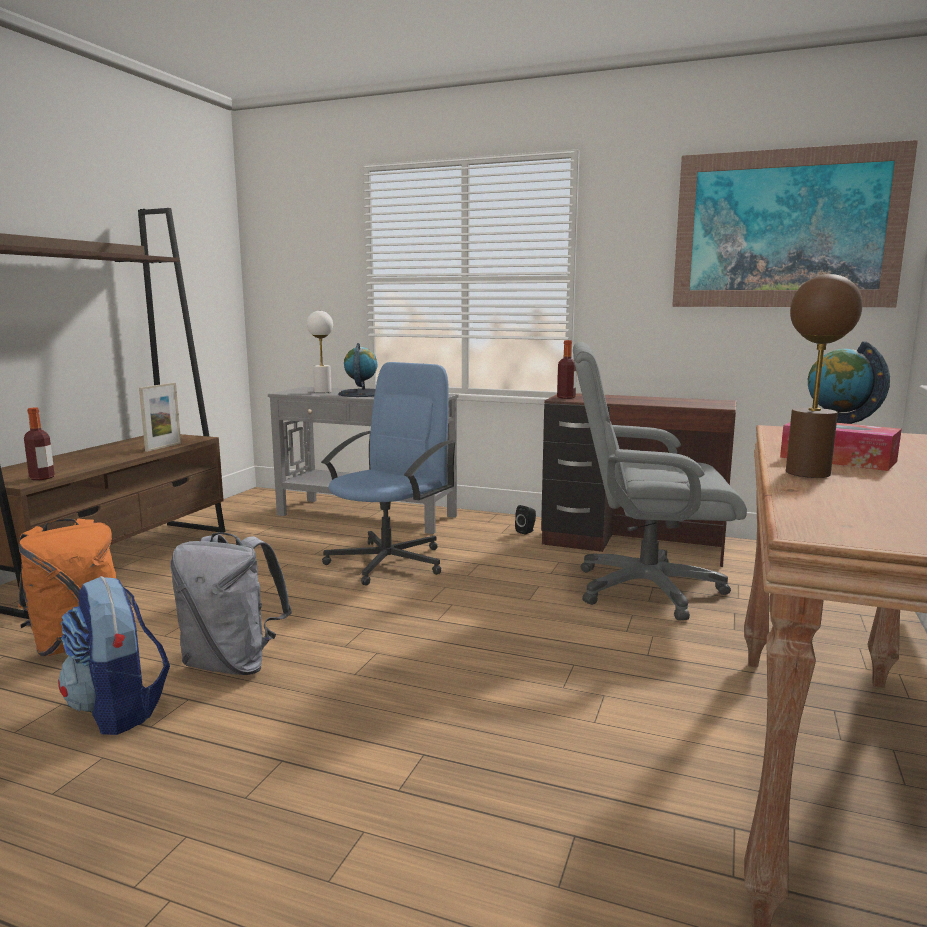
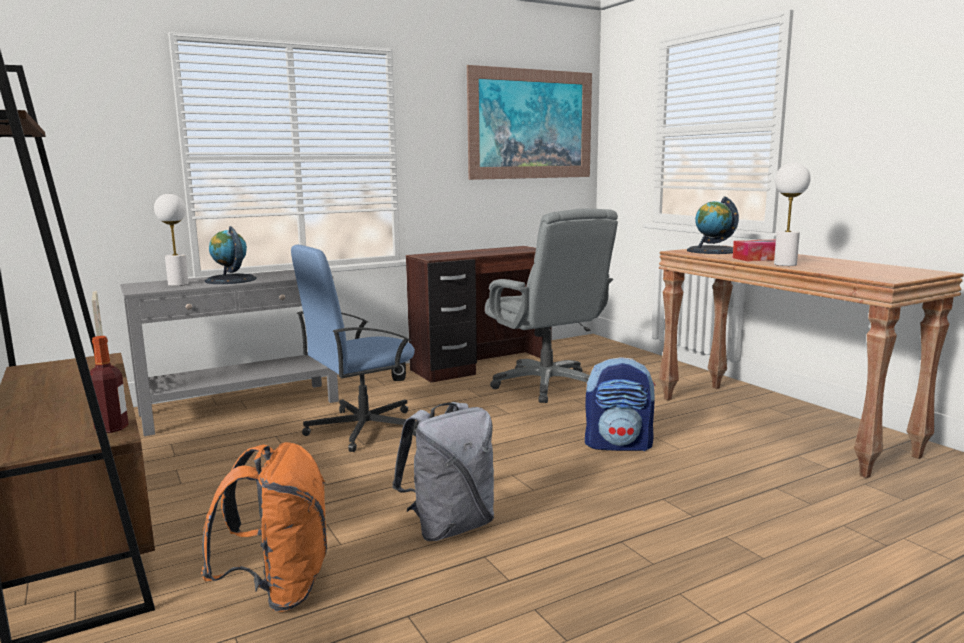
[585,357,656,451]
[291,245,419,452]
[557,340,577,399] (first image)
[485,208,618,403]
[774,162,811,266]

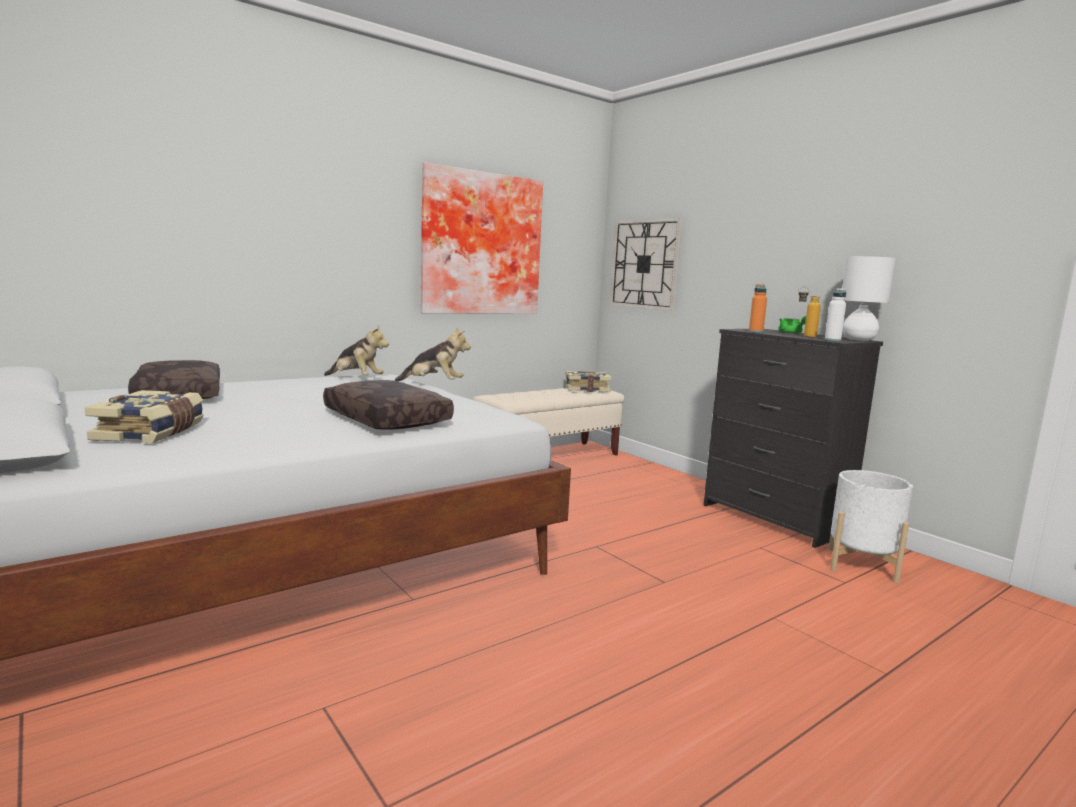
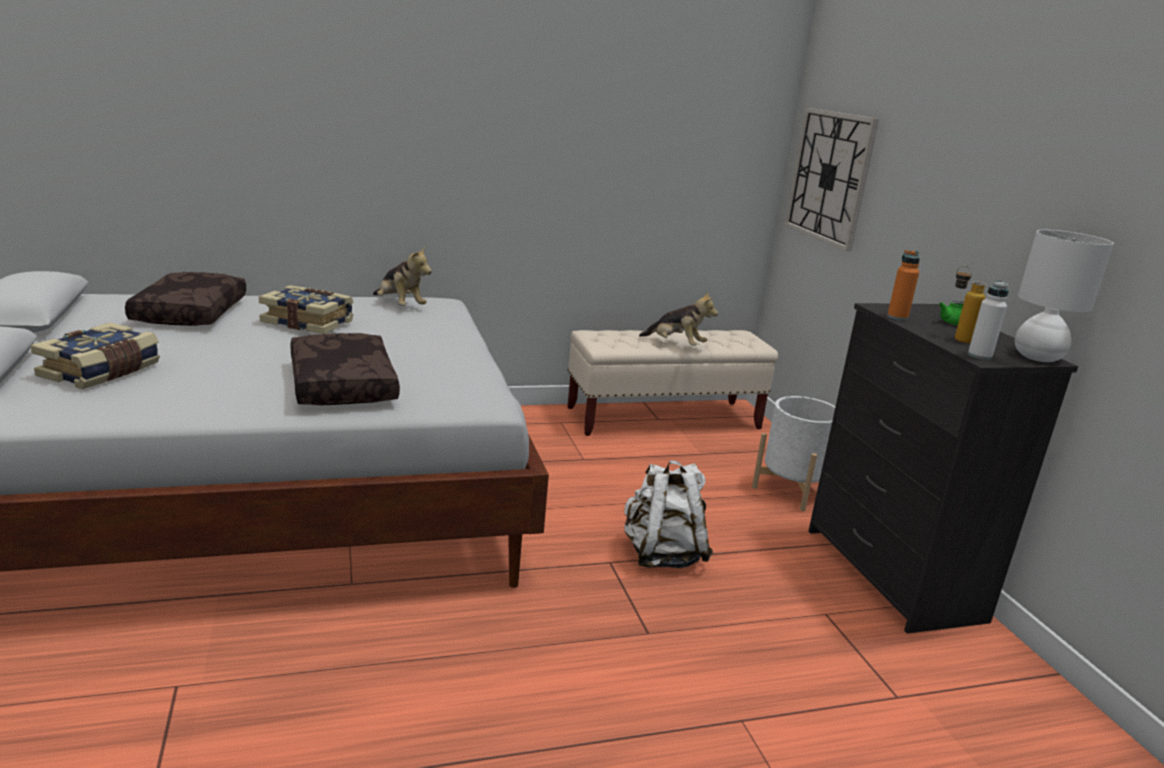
[639,291,718,346]
[421,162,543,314] (first image)
[259,285,354,334]
[752,396,836,511]
[624,460,713,568]

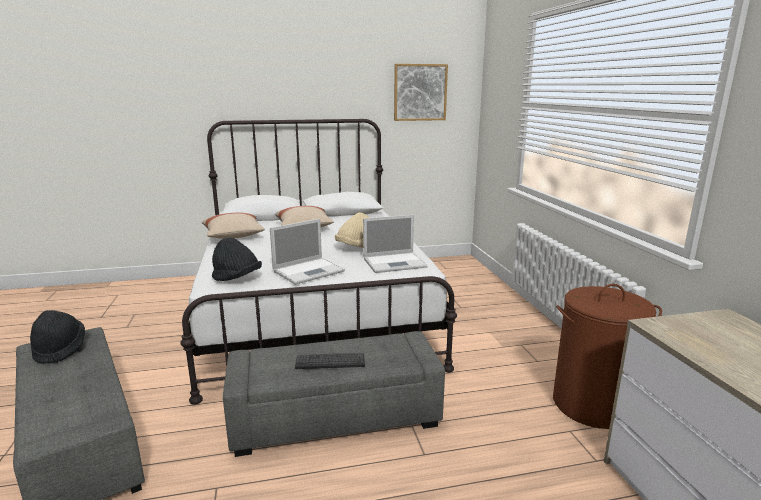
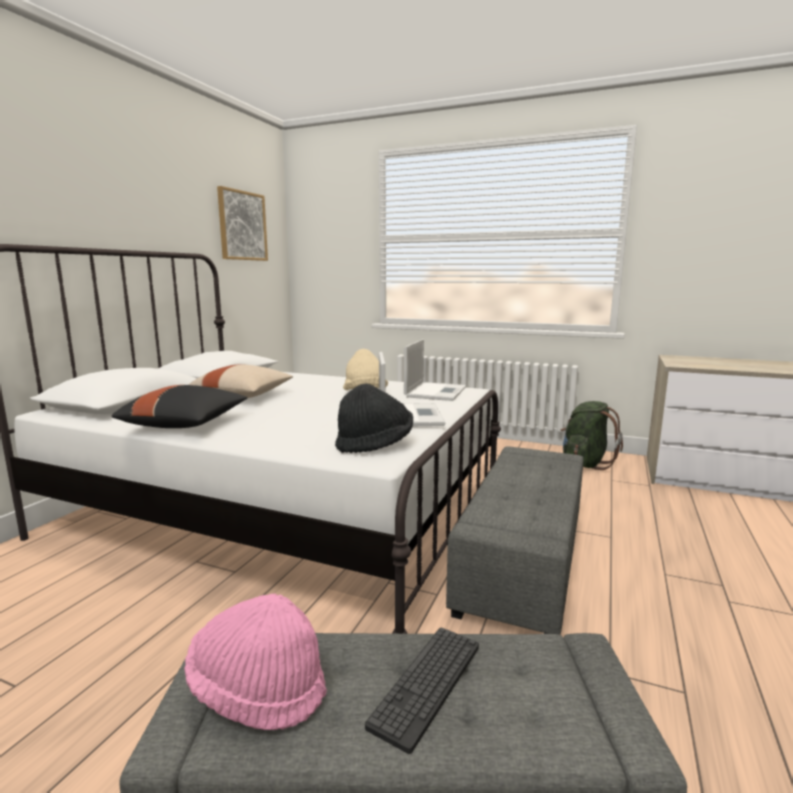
[184,594,327,730]
[112,385,247,428]
[365,627,479,754]
[560,401,623,470]

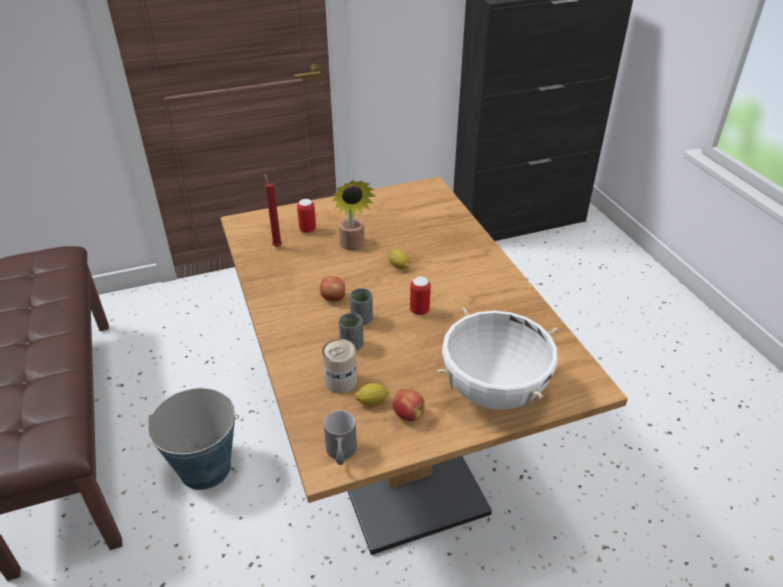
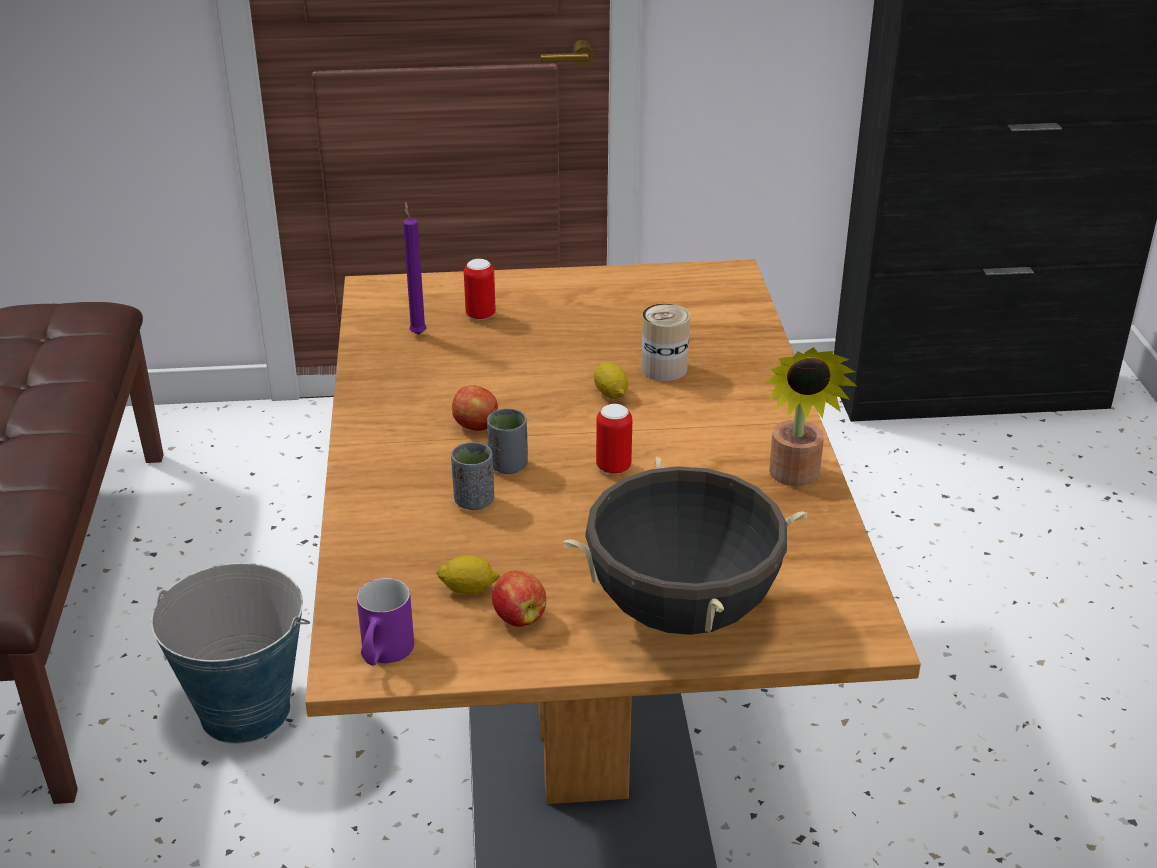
[403,202,427,335]
[641,303,690,381]
[357,578,414,666]
[765,347,858,487]
[563,456,807,635]

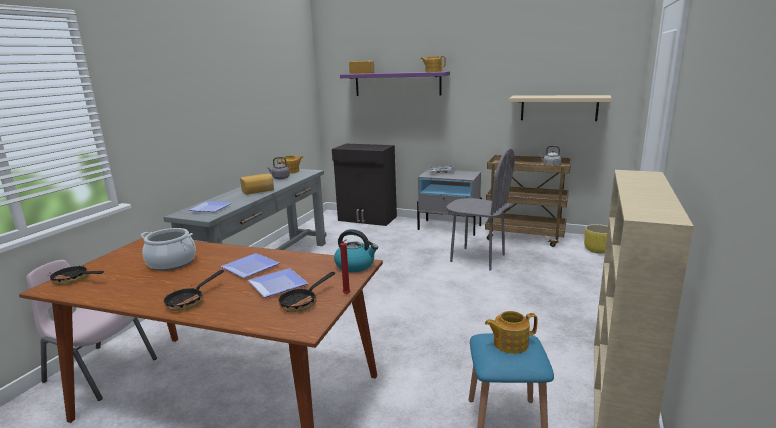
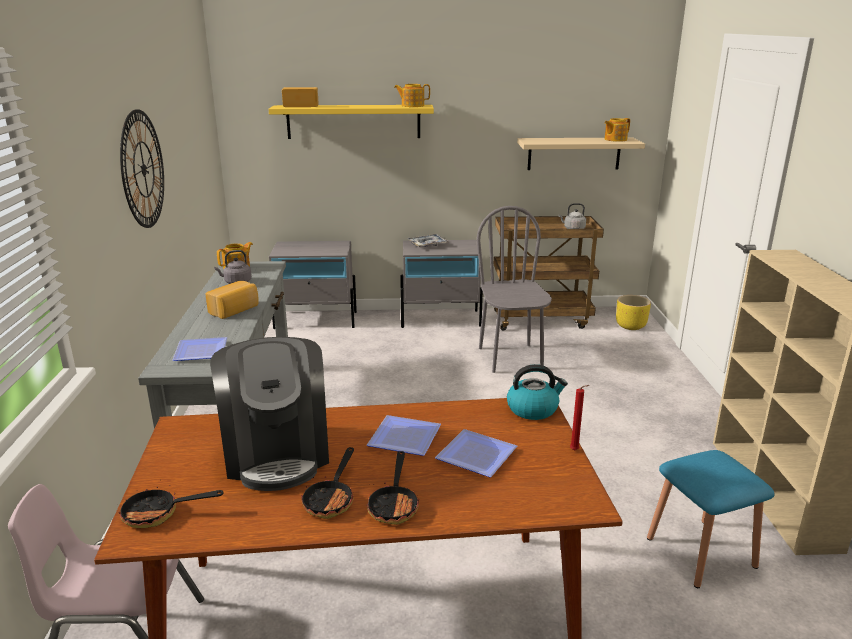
[210,337,329,491]
[301,447,354,519]
[269,241,357,329]
[269,105,434,139]
[476,206,552,373]
[604,118,630,142]
[120,109,164,228]

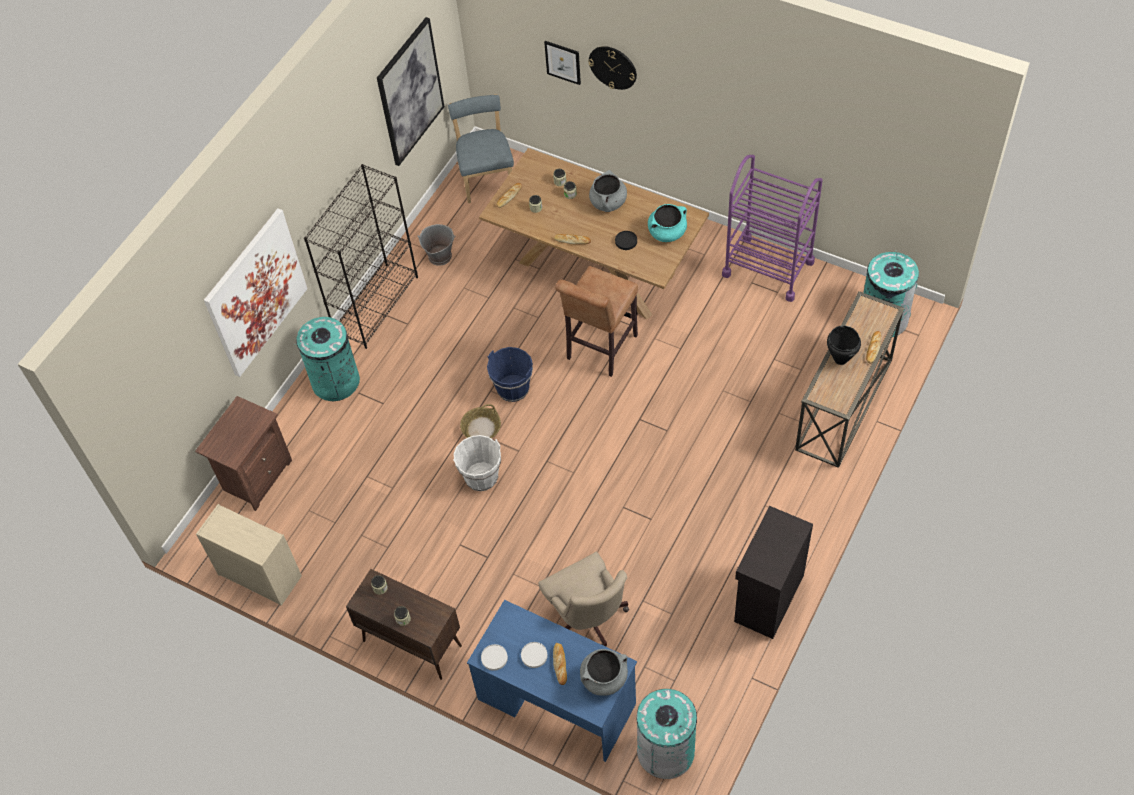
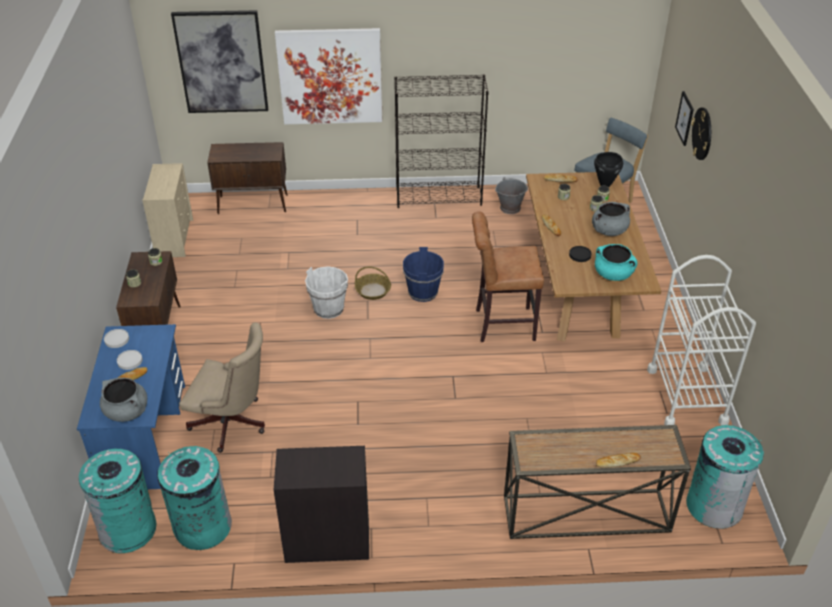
[207,142,288,214]
[157,446,232,550]
[171,10,268,113]
[179,322,265,453]
[647,255,756,425]
[594,152,623,187]

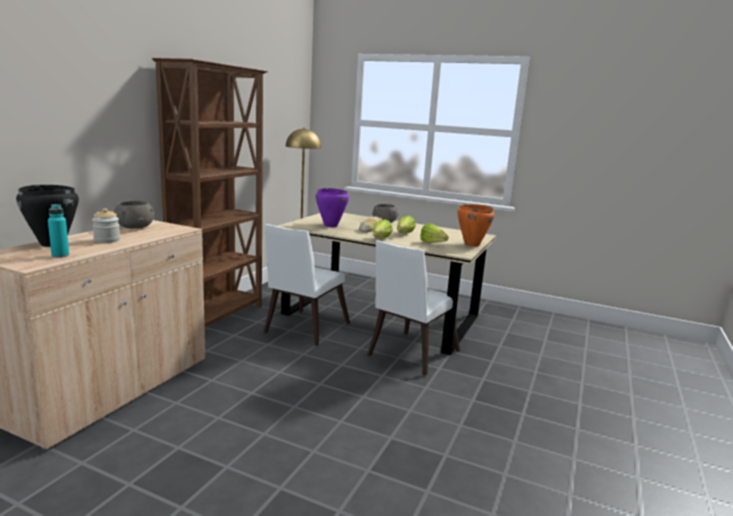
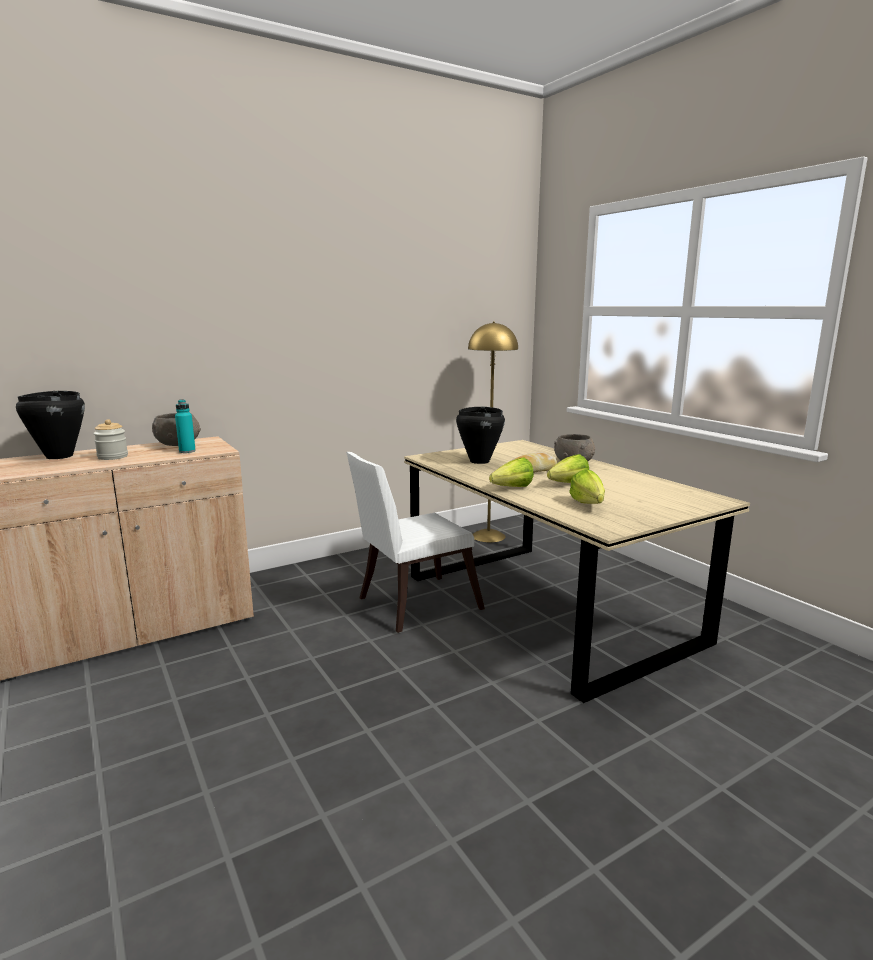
[175,399,196,453]
[152,58,268,327] (first image)
[456,406,505,464]
[367,240,460,376] (first image)
[458,204,494,247] (first image)

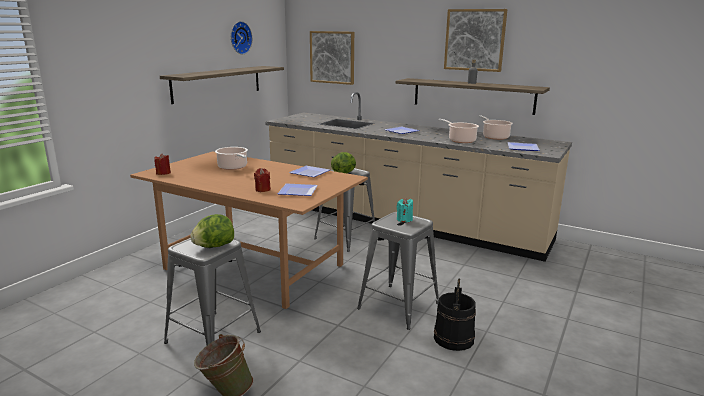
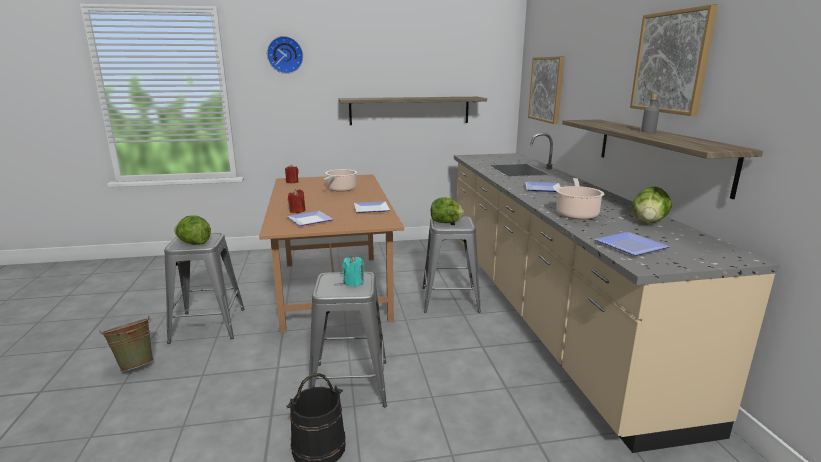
[267,36,303,74]
[632,186,672,224]

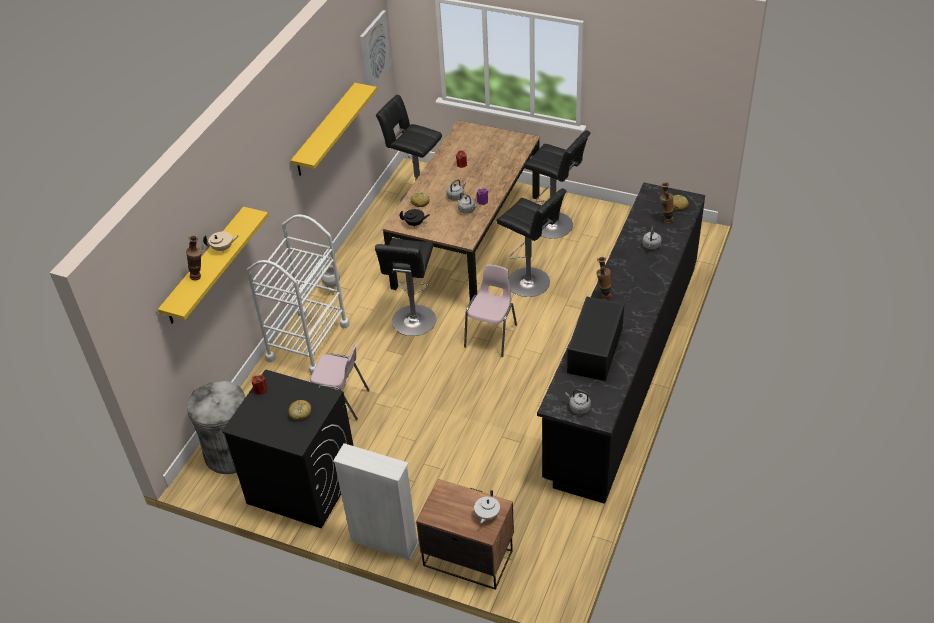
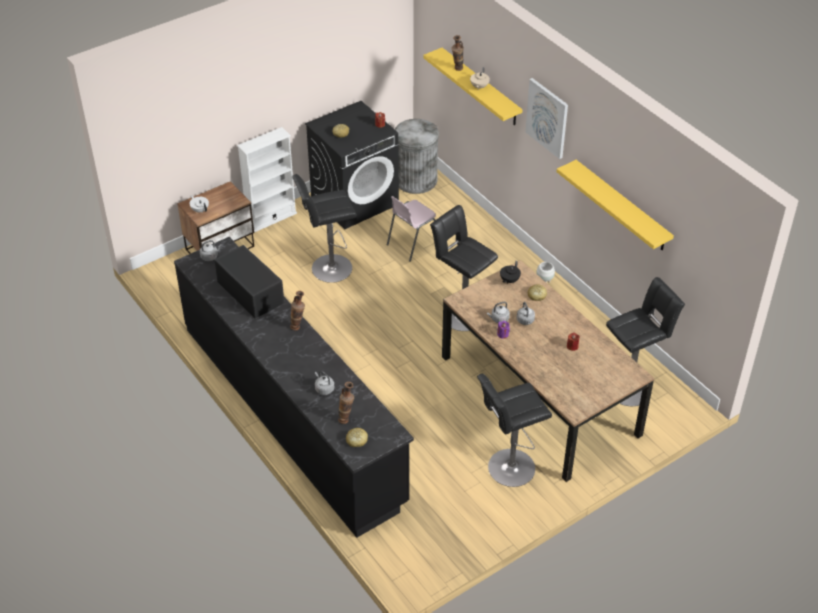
[247,214,350,374] (first image)
[525,78,568,159]
[464,264,517,357] (first image)
[292,174,357,283]

